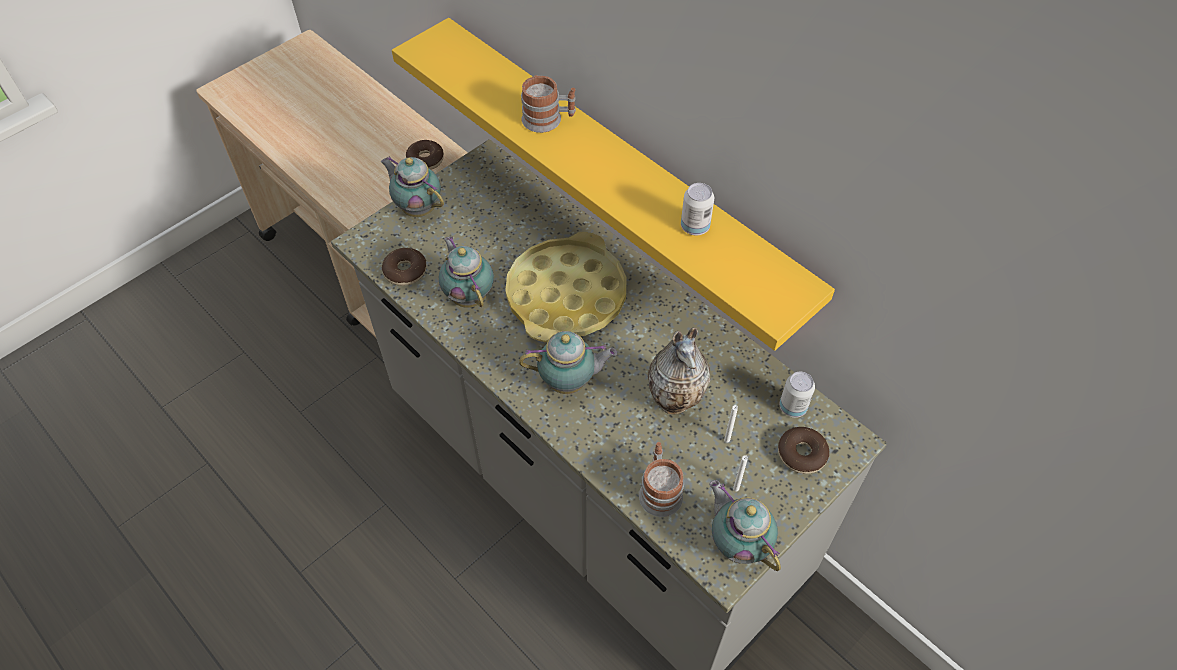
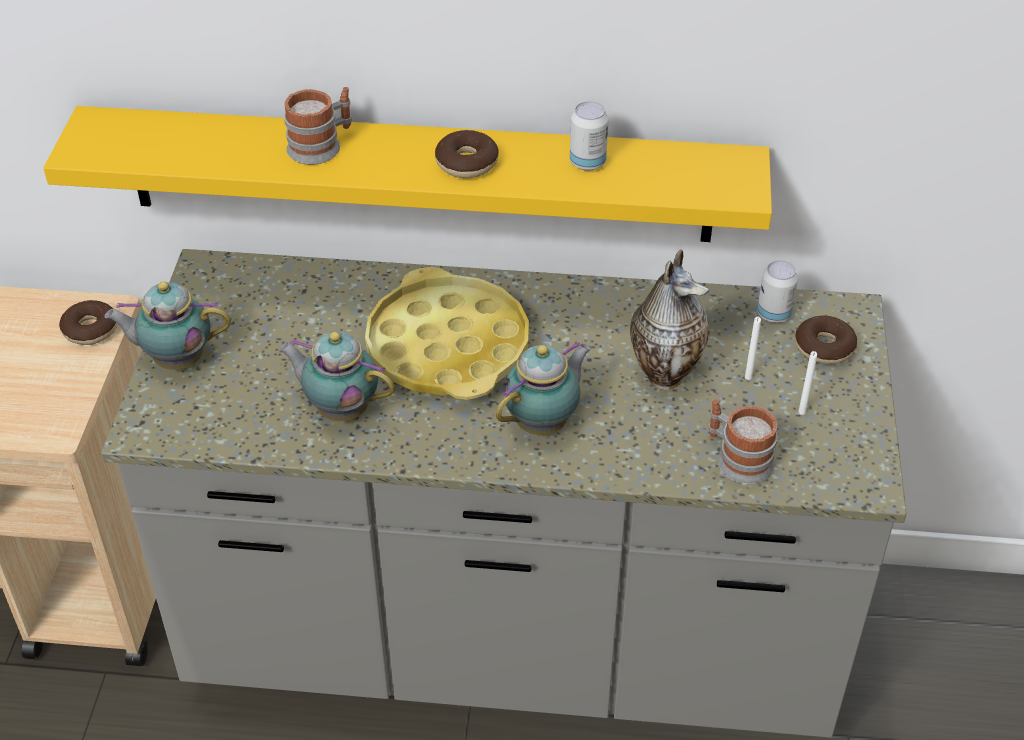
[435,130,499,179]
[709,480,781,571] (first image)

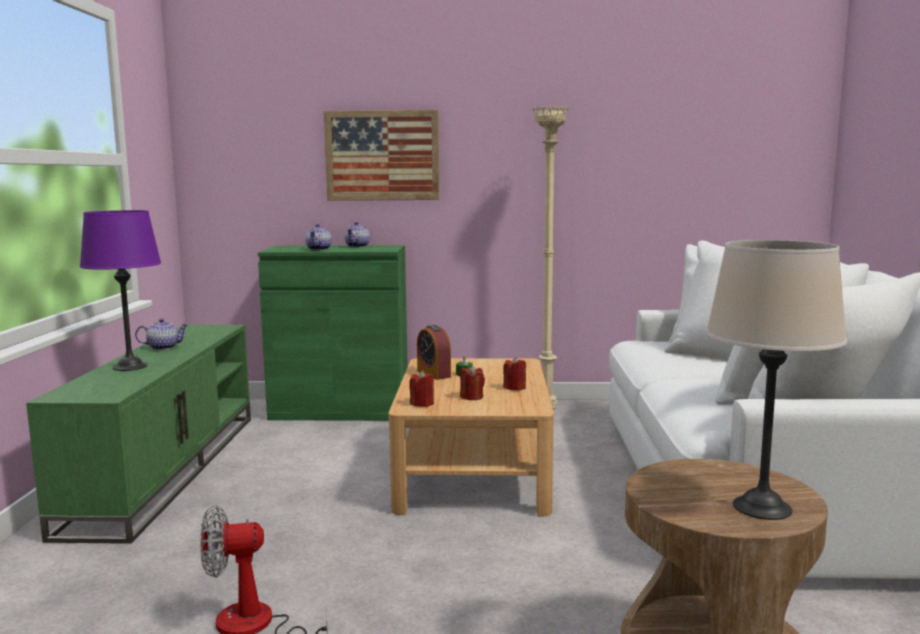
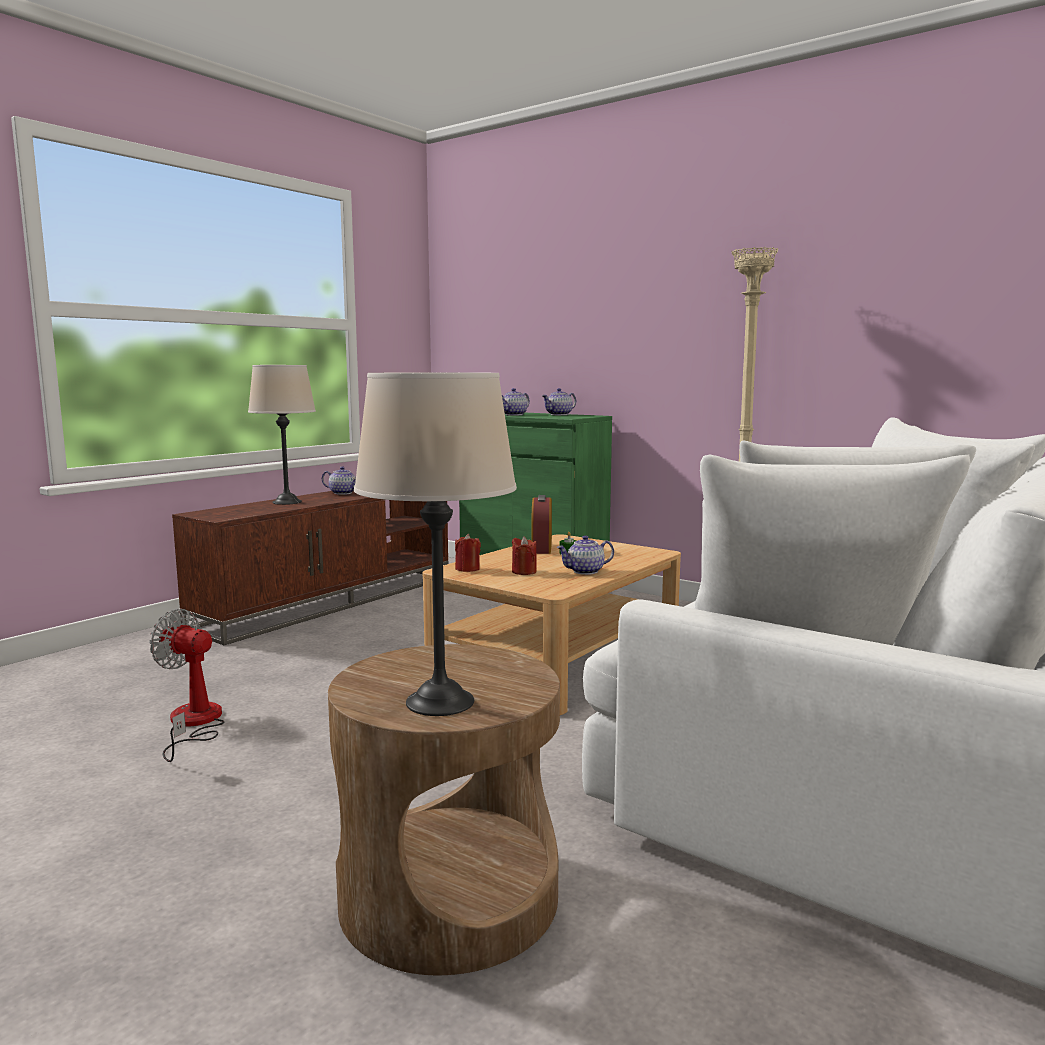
[172,491,448,645]
[248,365,316,505]
[324,110,440,201] (first image)
[556,535,614,575]

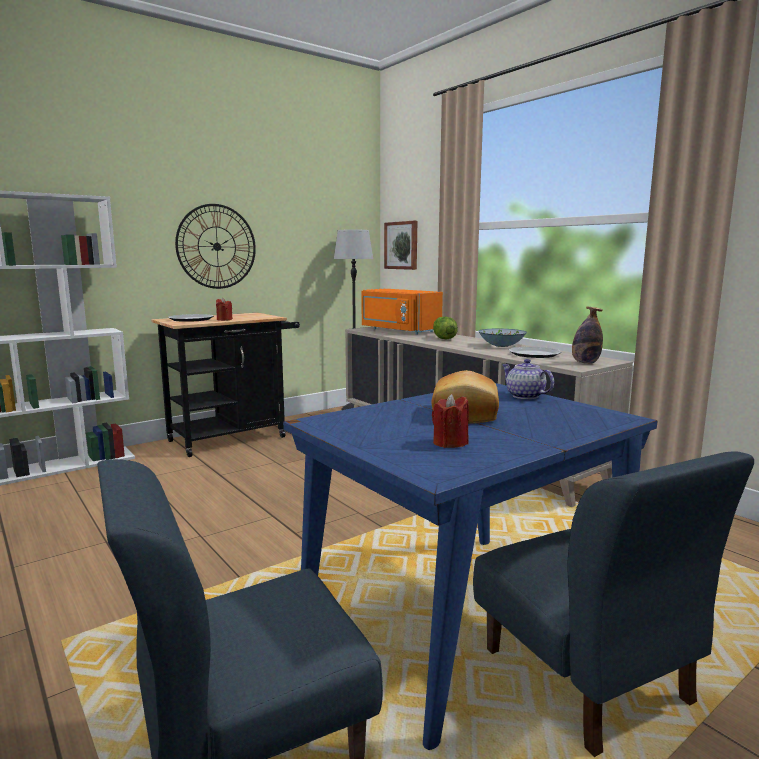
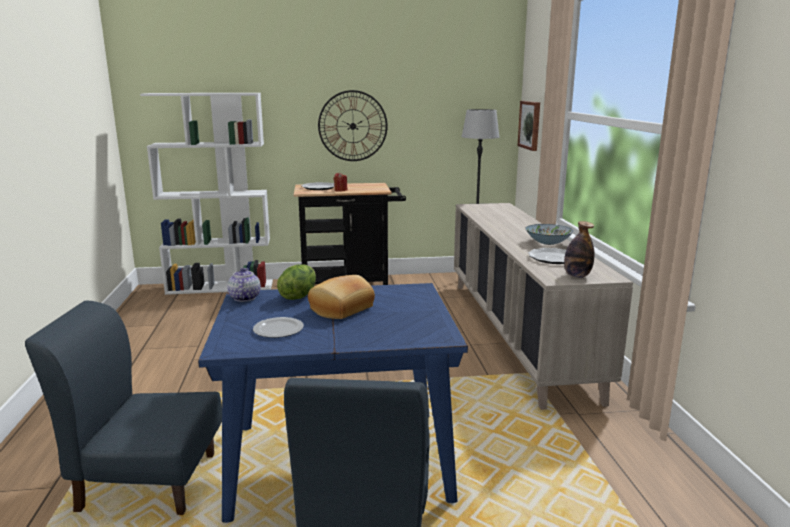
[361,289,443,334] (first image)
[253,317,304,338]
[277,264,316,300]
[227,268,261,302]

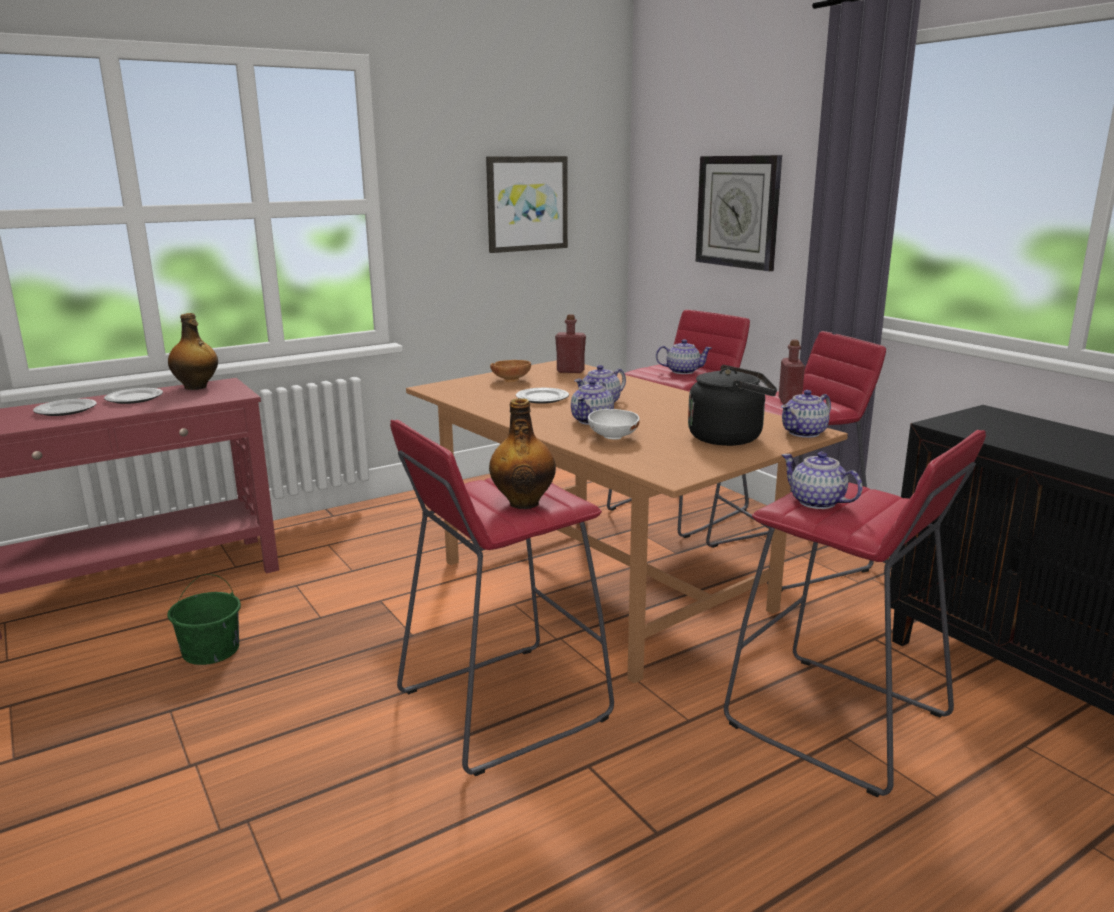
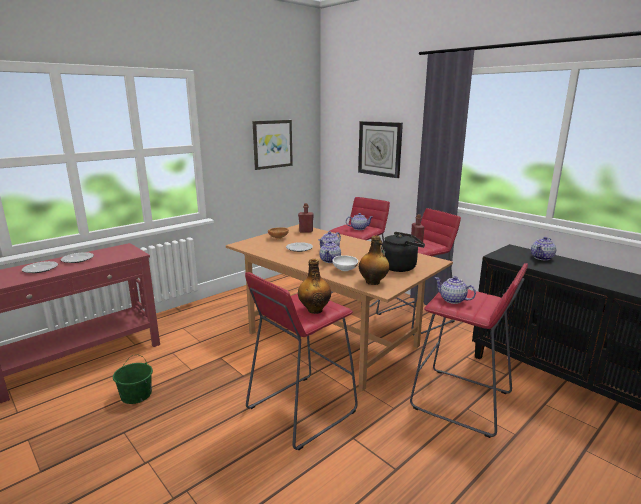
[359,236,390,285]
[531,237,556,261]

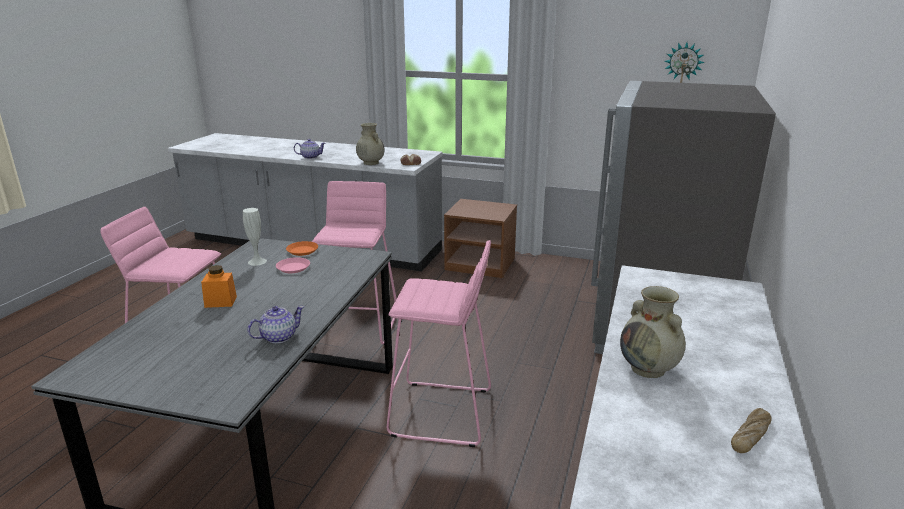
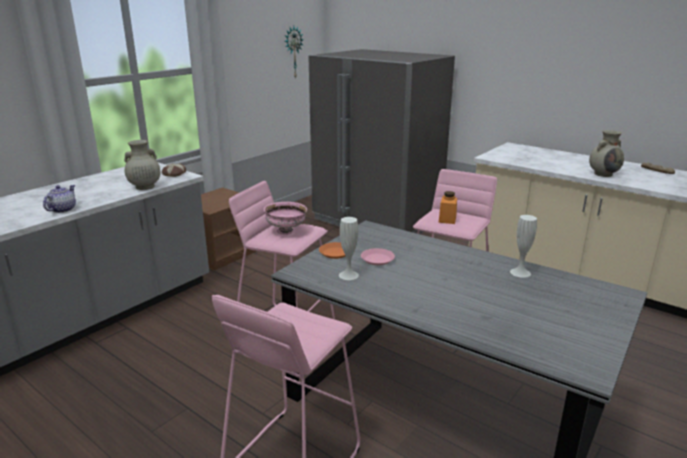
[439,191,457,224]
[510,215,537,278]
[264,202,307,235]

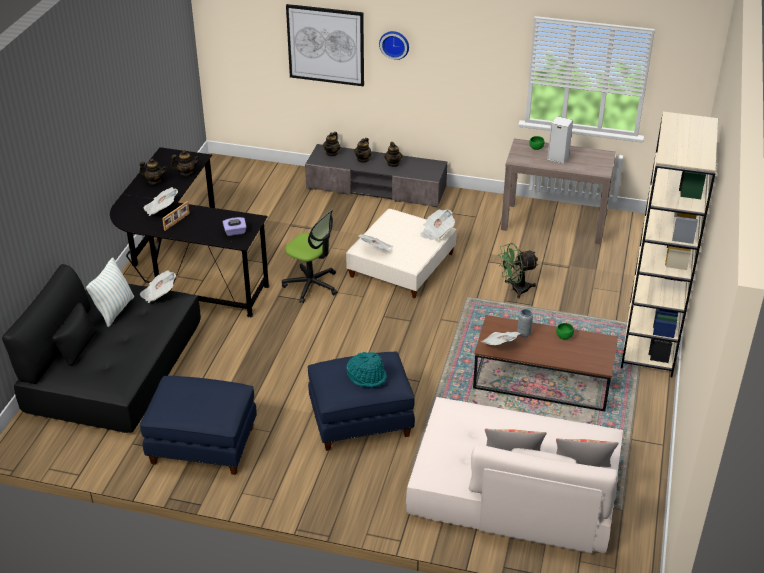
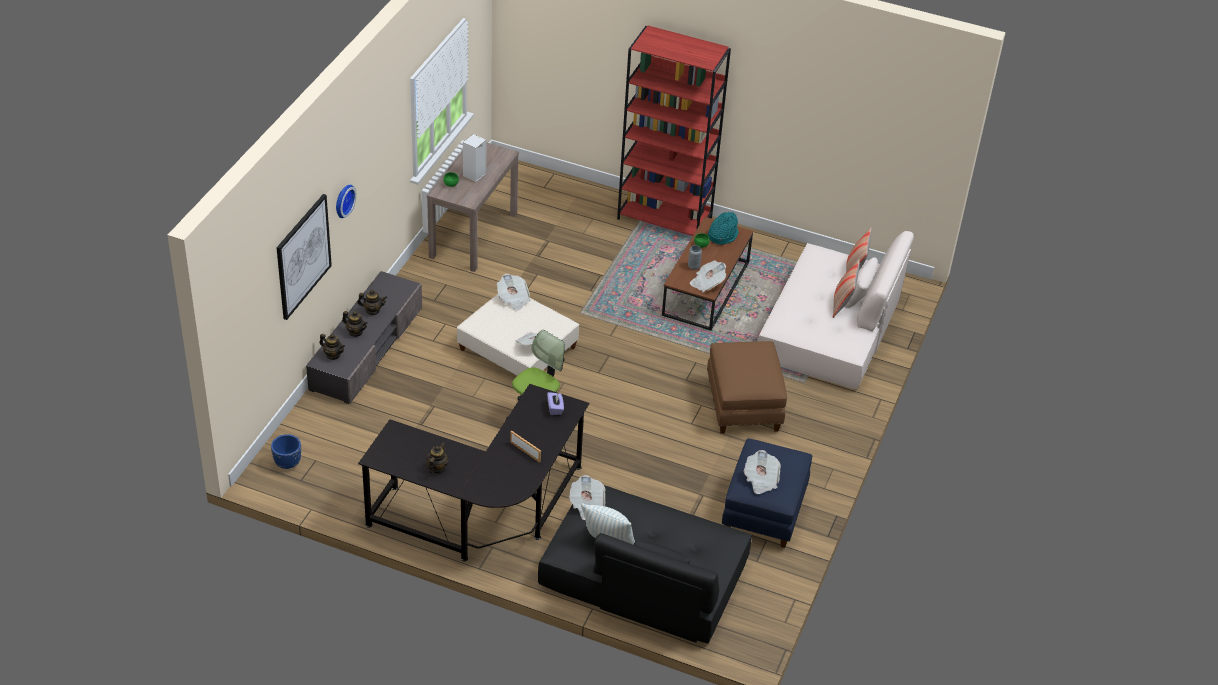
[743,450,781,494]
[171,150,199,176] (first image)
[707,341,787,434]
[708,212,739,245]
[498,243,539,298] (first image)
[617,26,731,236]
[271,434,301,469]

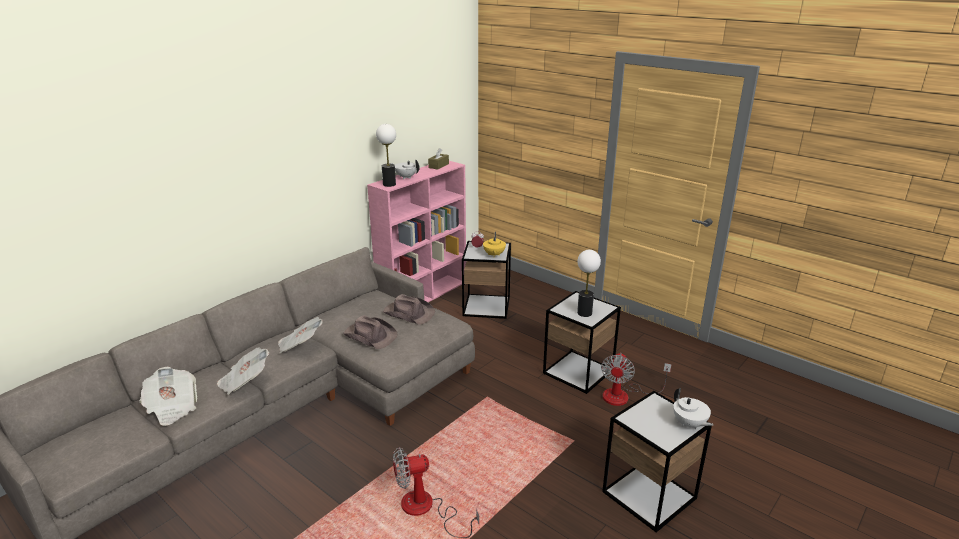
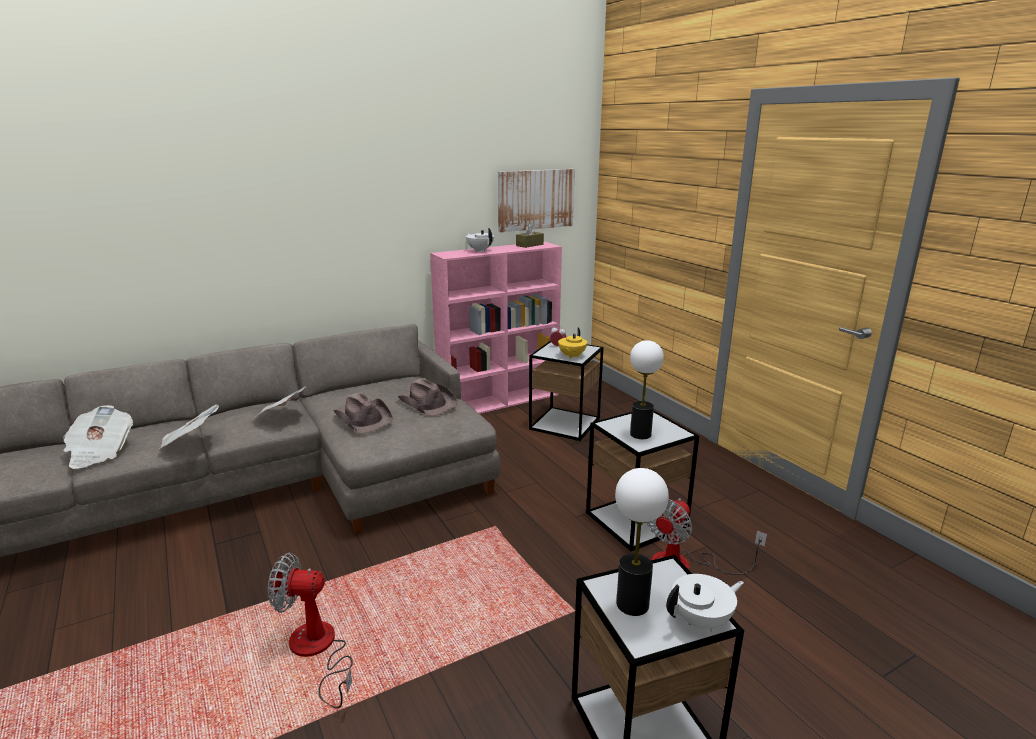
[615,468,669,616]
[666,574,744,633]
[498,169,575,232]

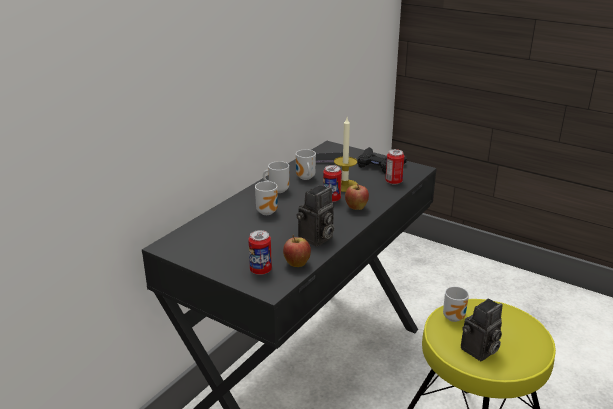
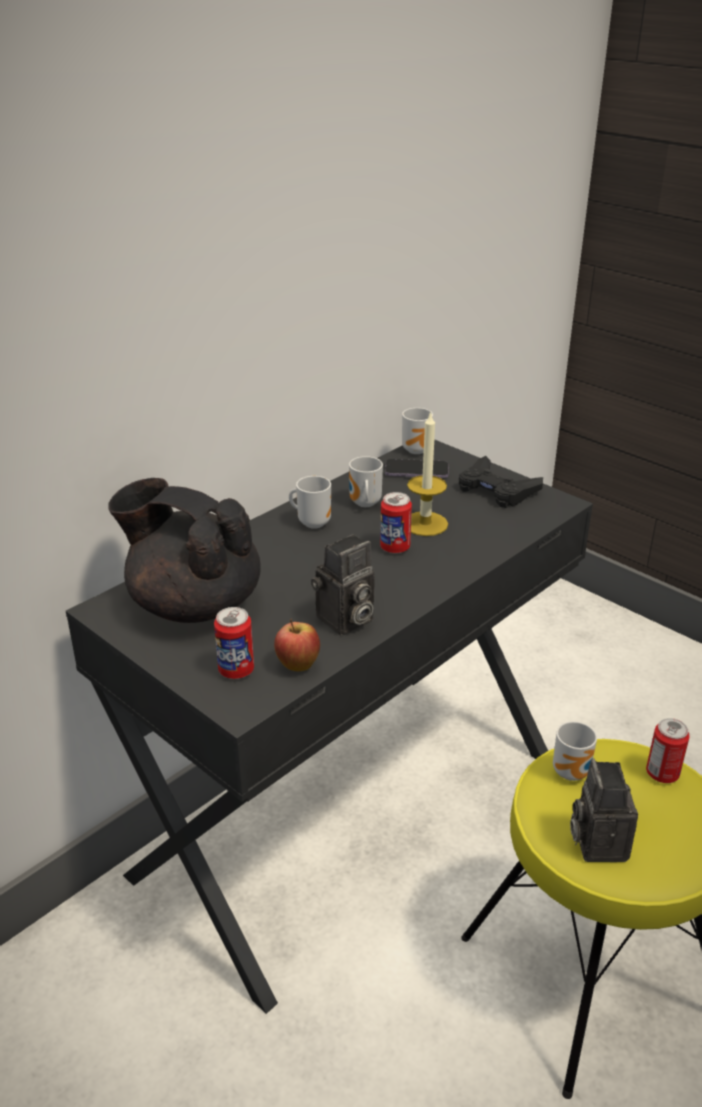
[402,408,433,454]
[345,184,369,210] (first image)
[646,718,690,783]
[570,759,638,862]
[109,478,261,623]

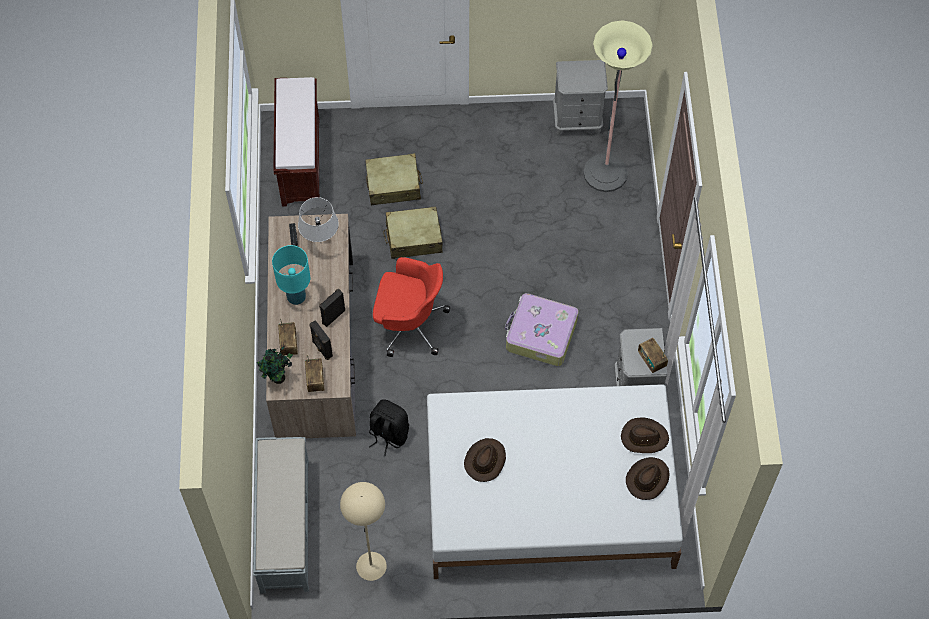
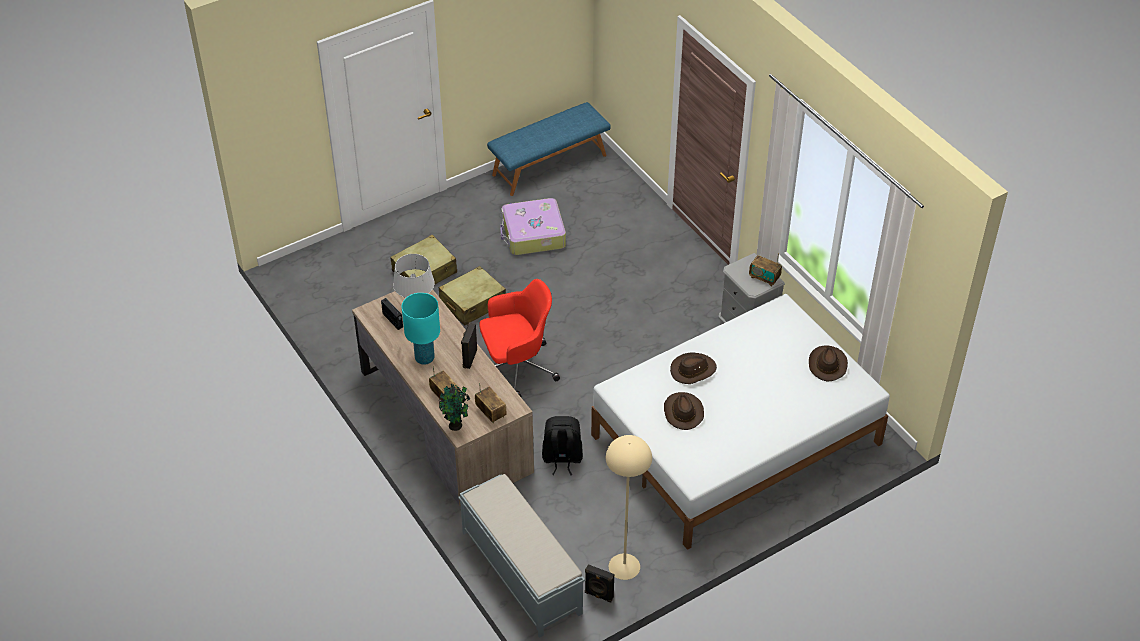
[273,77,320,207] (first image)
[585,564,614,602]
[500,198,566,255]
[487,102,611,196]
[583,20,653,192] (first image)
[670,352,717,384]

